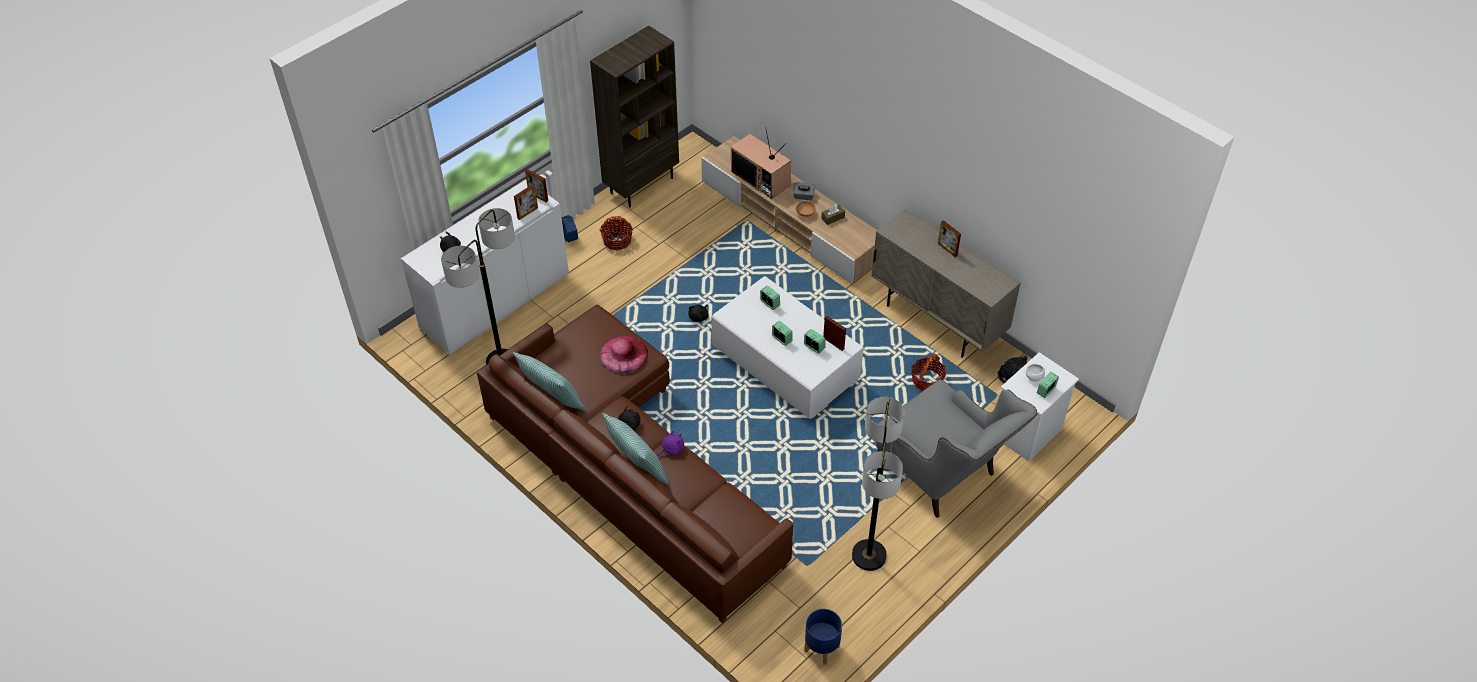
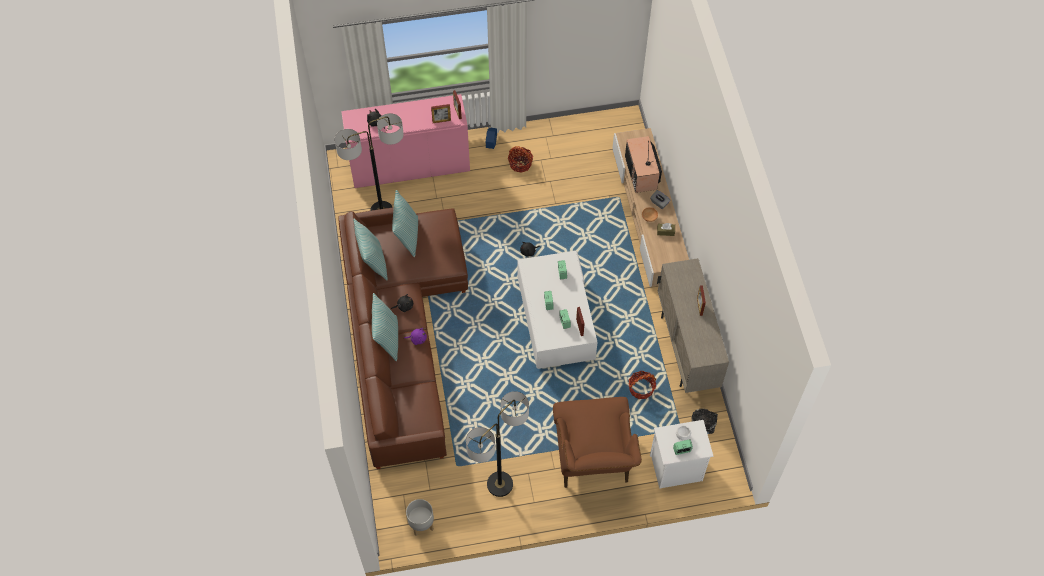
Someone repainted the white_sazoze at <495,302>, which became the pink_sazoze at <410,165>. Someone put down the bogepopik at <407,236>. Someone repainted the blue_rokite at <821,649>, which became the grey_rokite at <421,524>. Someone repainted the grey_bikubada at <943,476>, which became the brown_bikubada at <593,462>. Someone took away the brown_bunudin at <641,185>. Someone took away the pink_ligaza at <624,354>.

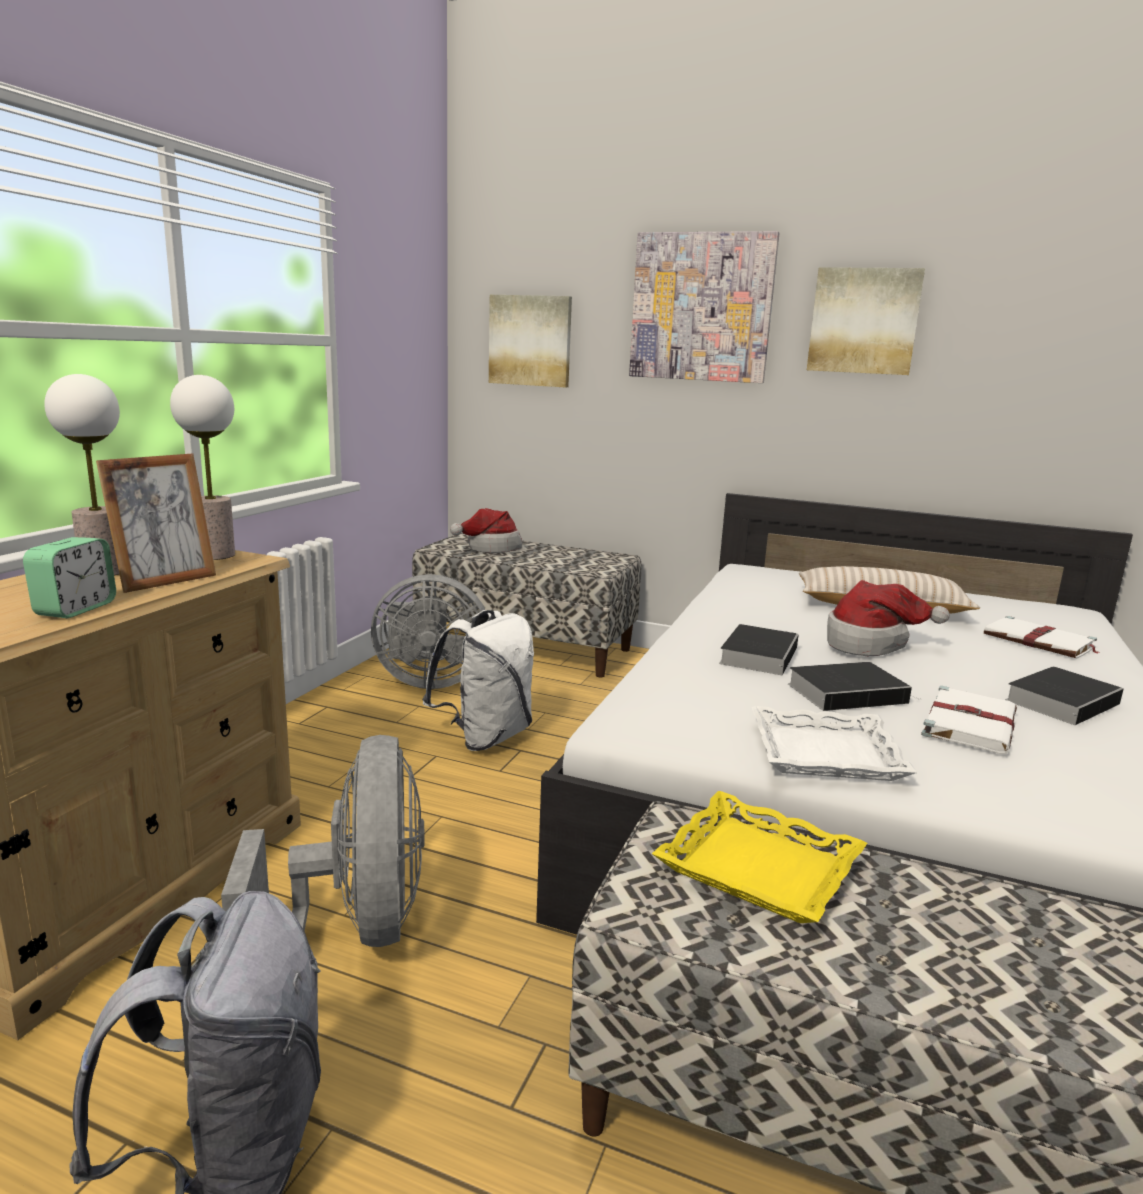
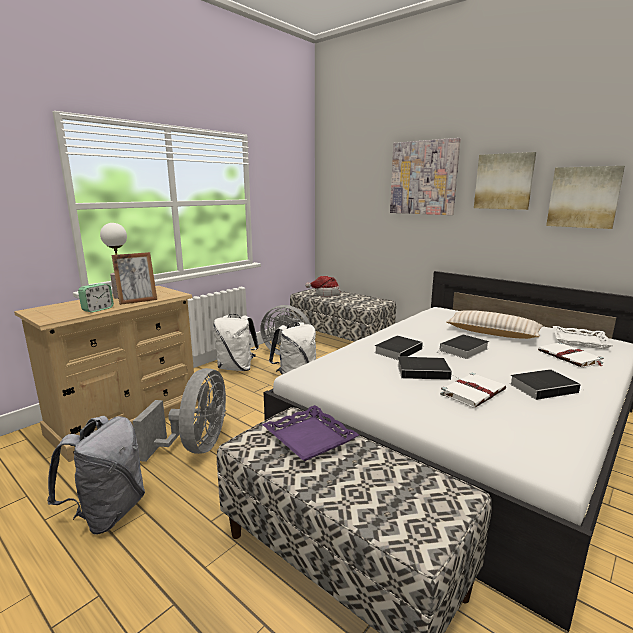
Someone put down the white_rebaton at <237,368>. Someone repainted the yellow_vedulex at <758,868>, which became the purple_vedulex at <309,438>. Someone swapped the ligaza at <870,643> for the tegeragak at <463,350>. Someone carried the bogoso from <530,341> to <583,197>. Someone carried the white_vedulex from <825,754> to <579,341>. Someone took away the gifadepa at <215,555>.

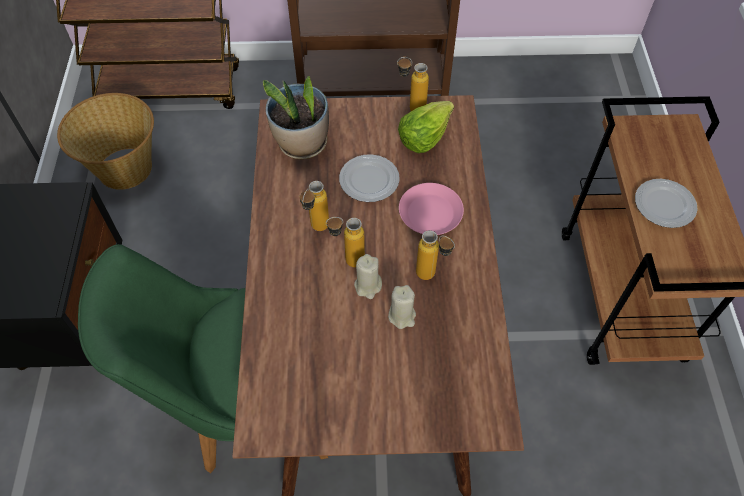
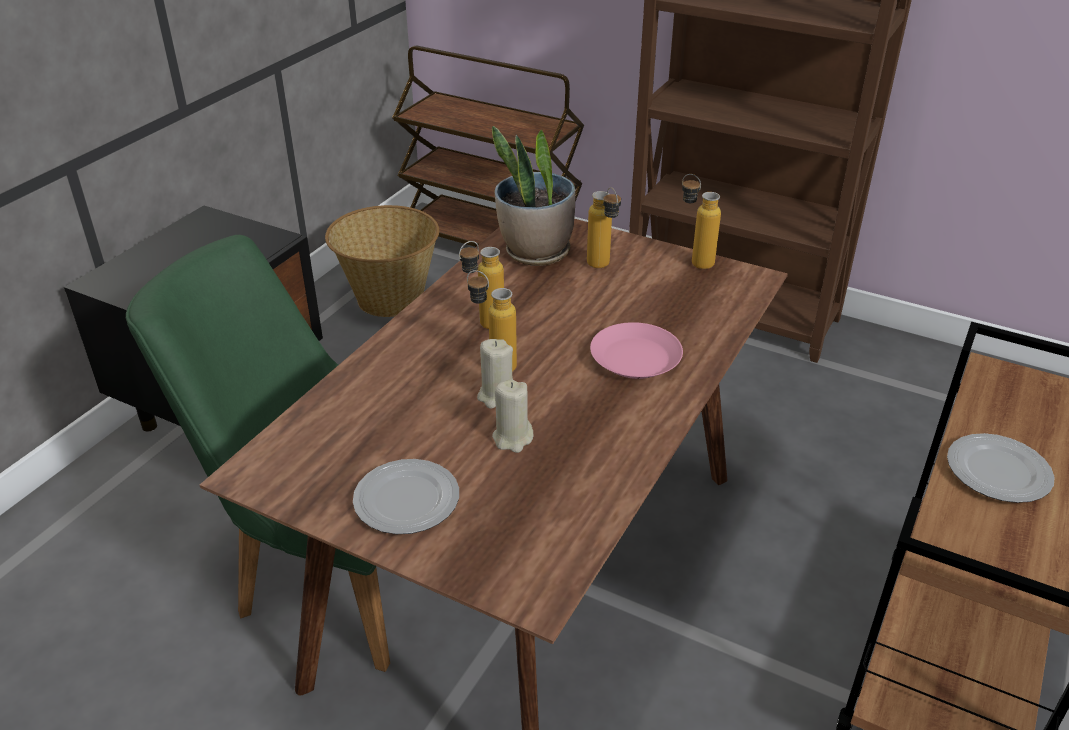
Someone carried the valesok from <370,180> to <408,501>. Someone carried the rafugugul from <432,276> to <602,268>. Someone took away the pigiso at <424,136>.

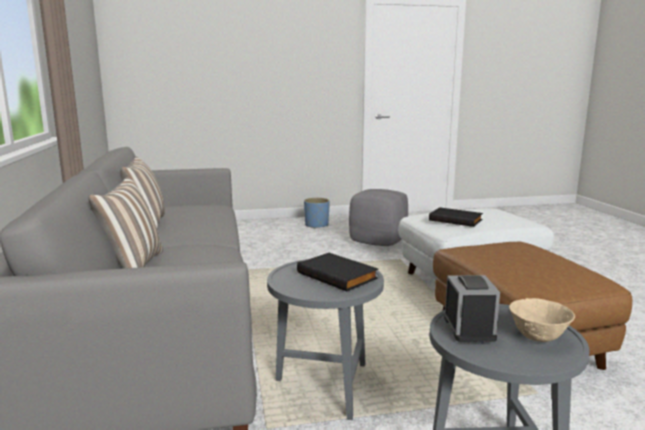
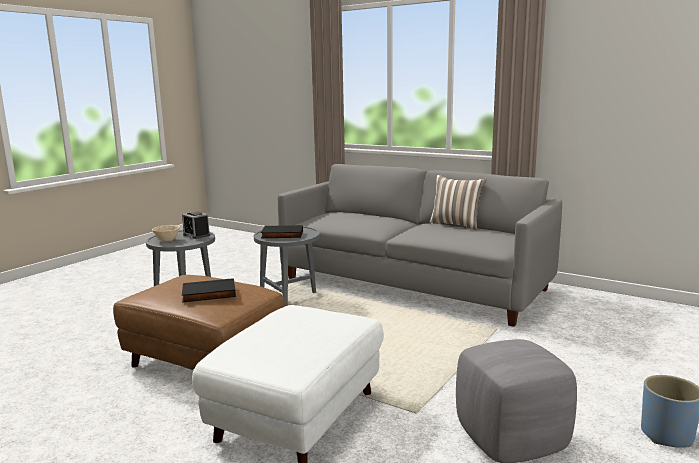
Someone carried the black_tegeragak from <456,220> to <208,294>. Someone took away the bogepopik at <132,267>.

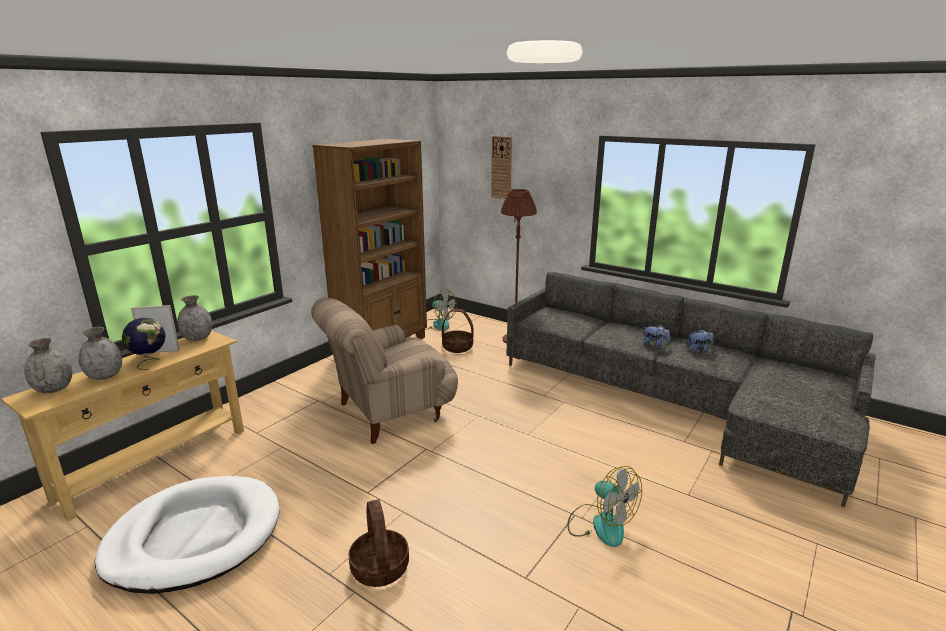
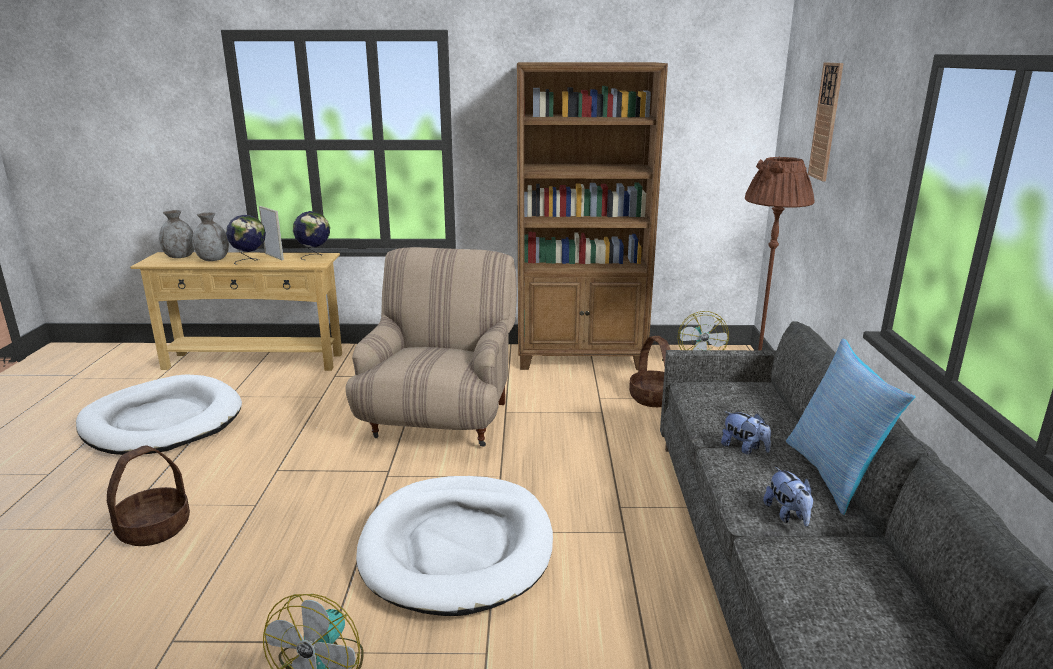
Someone swapped the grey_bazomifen at <197,338> for the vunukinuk at <314,256>. Someone rotated the beige_bikubada at <389,413> by 75 degrees clockwise. Someone put down the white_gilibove at <457,548>. Someone carried the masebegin from <698,350> to <744,449>. Someone put down the bogepopik at <834,475>.

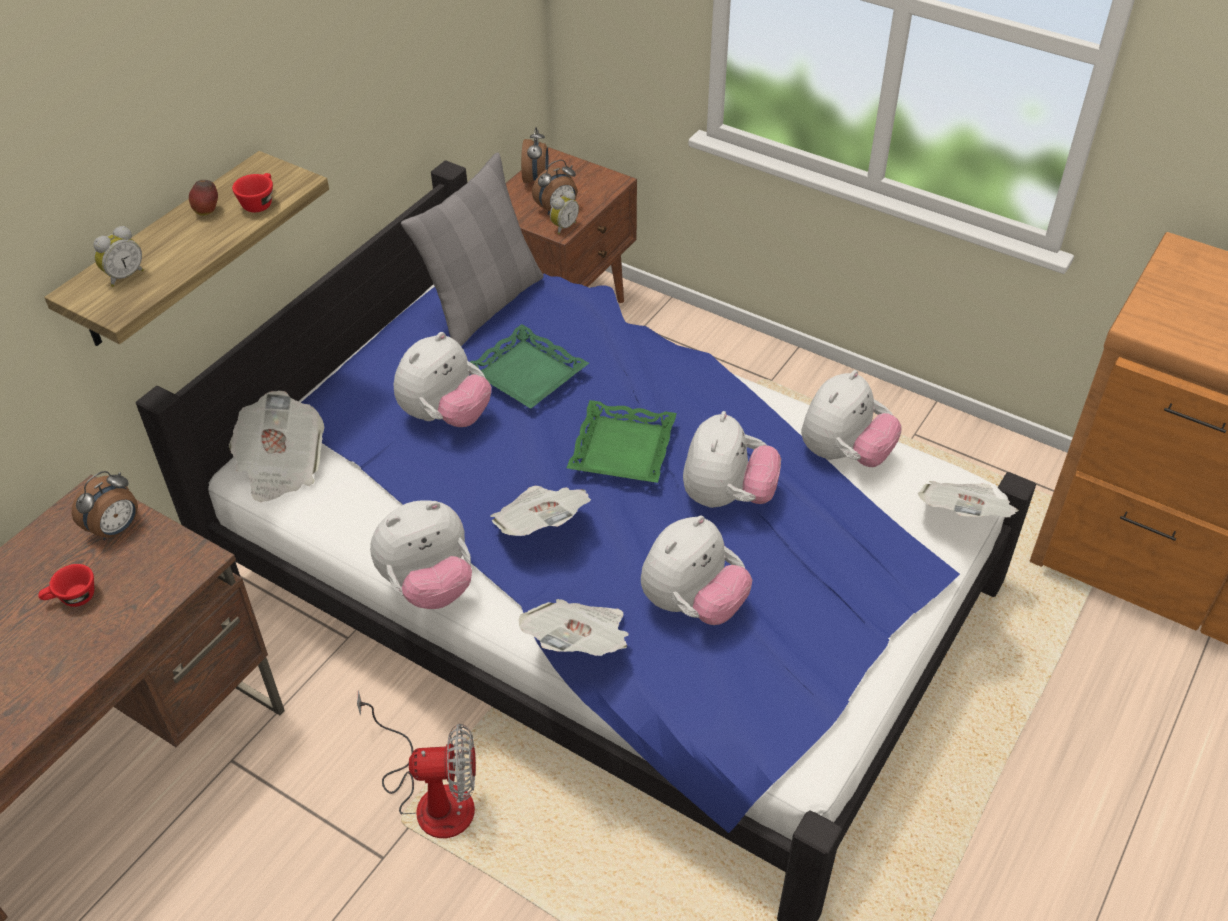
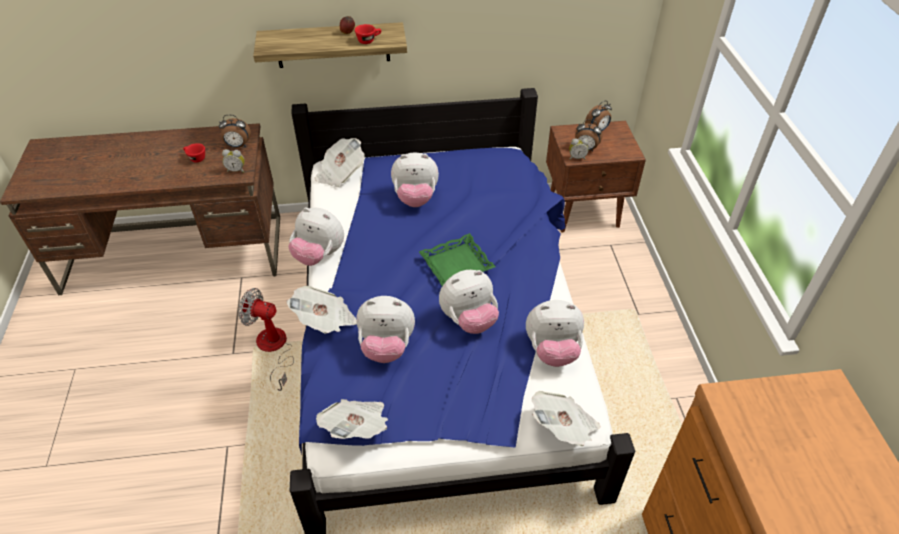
Someone carried the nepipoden from <124,276> to <236,170>. Someone rotated the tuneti at <432,797> by 150 degrees clockwise. Someone carried the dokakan from <540,526> to <357,427>. Someone took away the grey_bogepopik at <484,305>. Someone took away the green_vedulex at <527,373>.

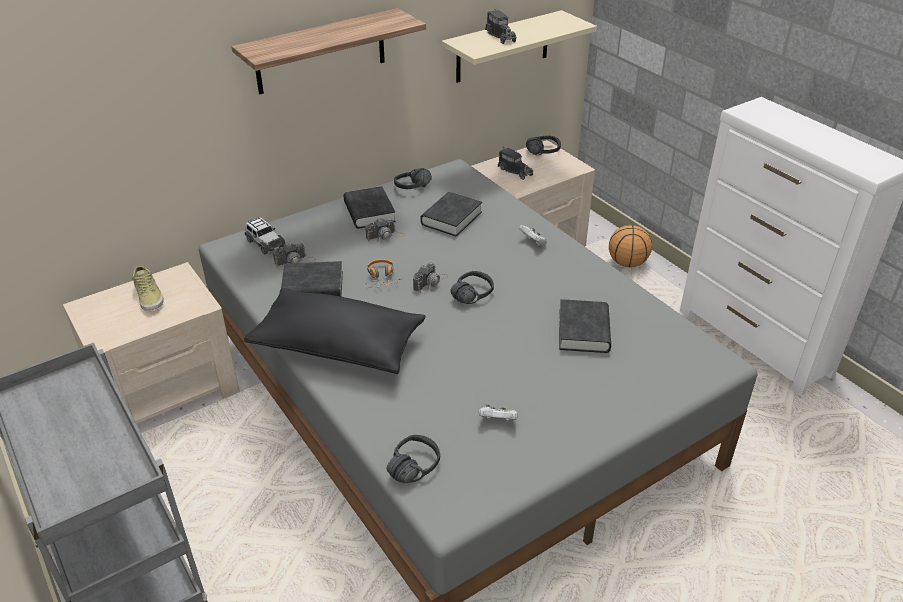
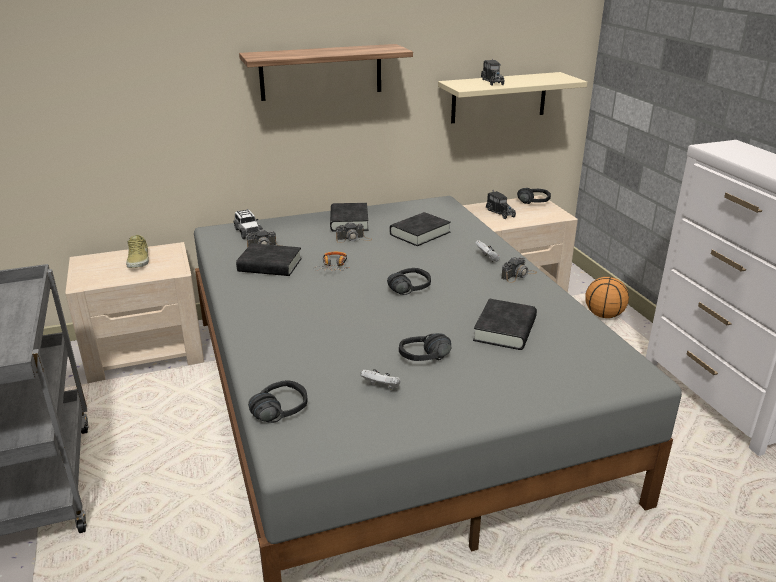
Someone carried the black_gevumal from <416,189> to <427,361>. Someone carried the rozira from <430,282> to <518,275>. Someone took away the black_bogepopik at <338,346>.

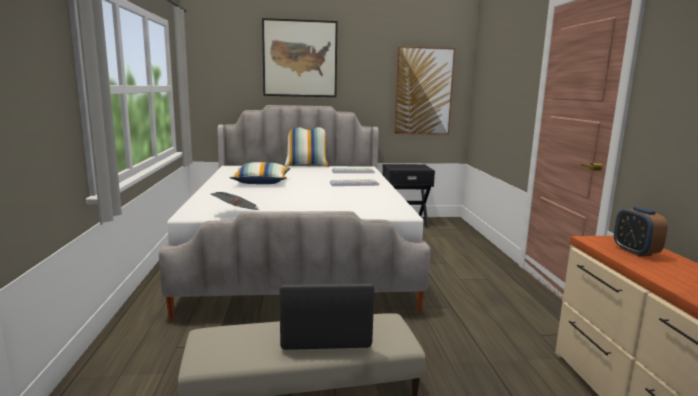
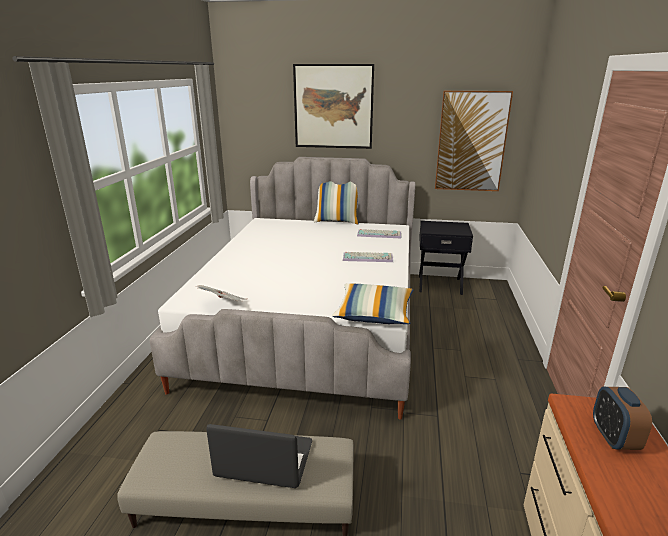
Someone carried the bogepopik from <261,182> to <374,314>.

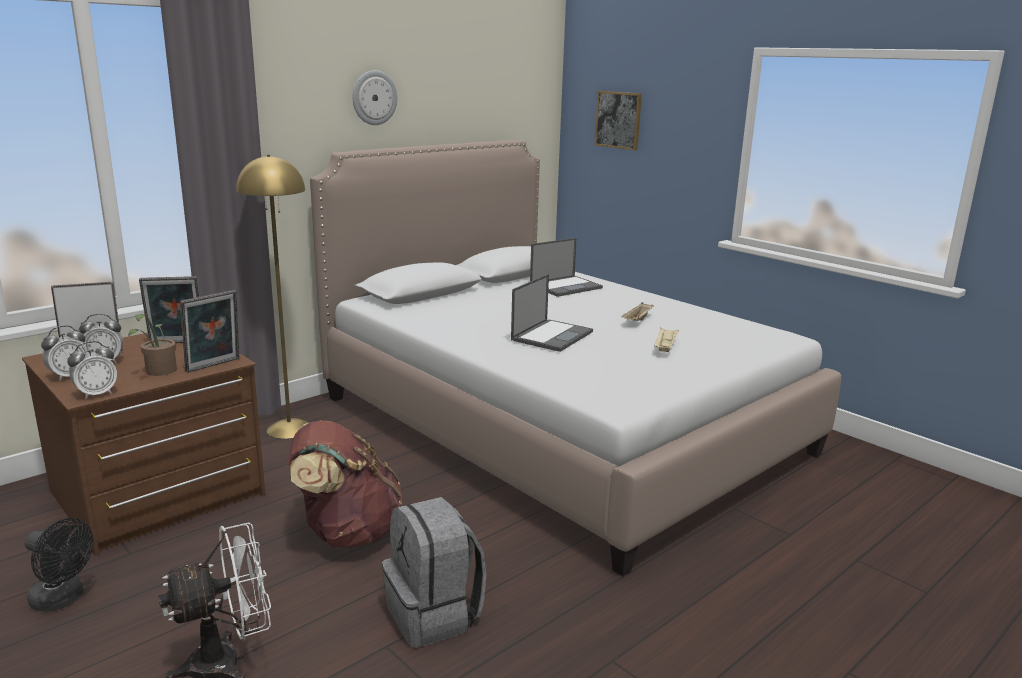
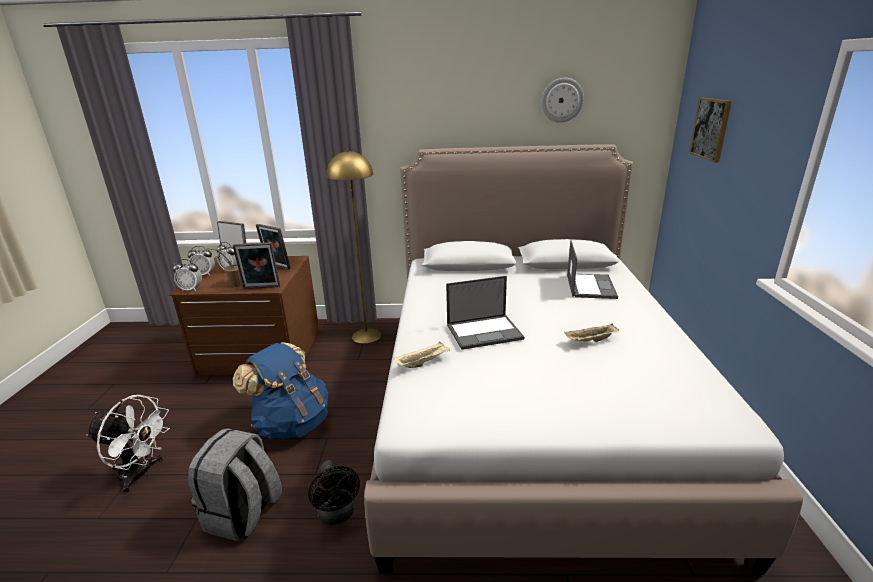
Someone repainted the brown_rebaton at <347,533>, which became the blue_rebaton at <292,423>. Someone carried the black_tuneti from <63,599> to <337,515>. Someone carried the beige_vedulex from <665,348> to <423,362>. Someone carried the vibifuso from <374,97> to <562,100>. Someone rotated the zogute at <566,286> by 90 degrees counterclockwise.

